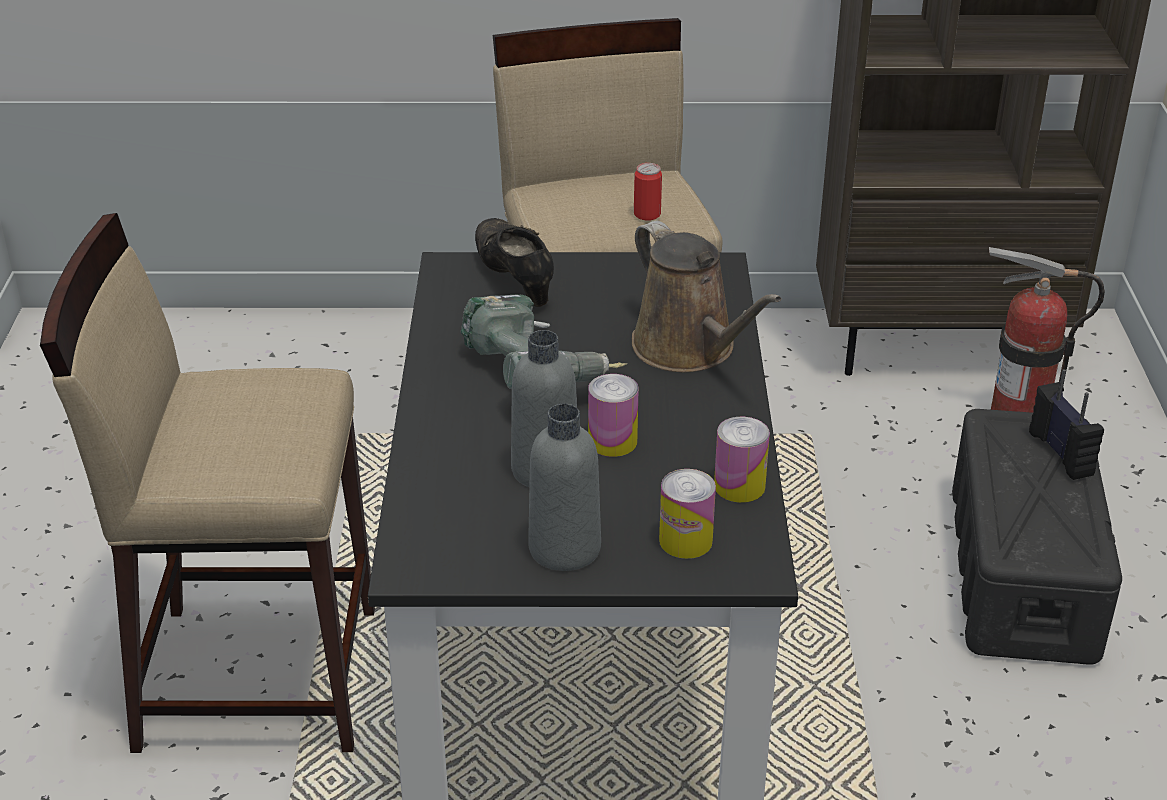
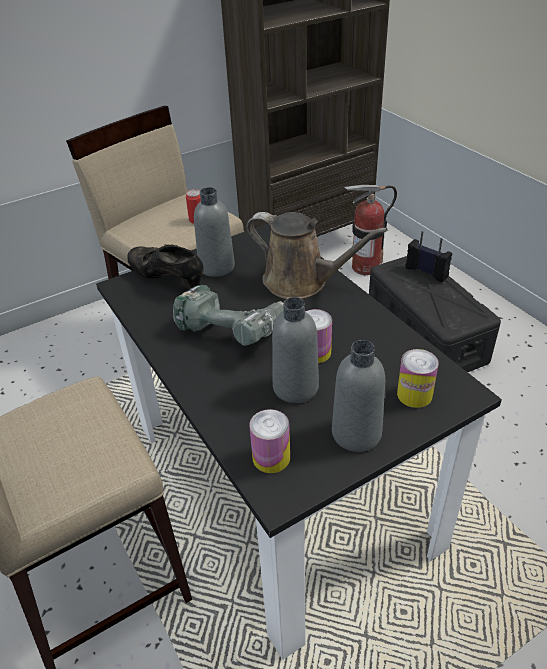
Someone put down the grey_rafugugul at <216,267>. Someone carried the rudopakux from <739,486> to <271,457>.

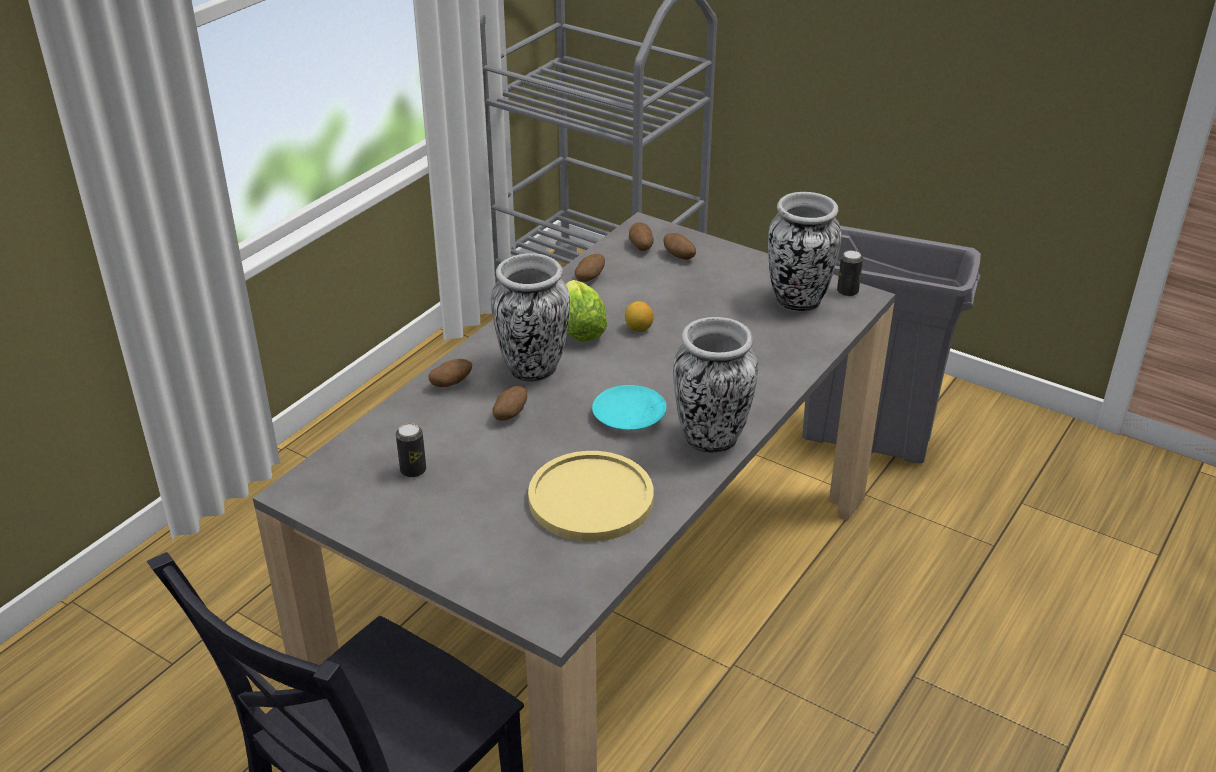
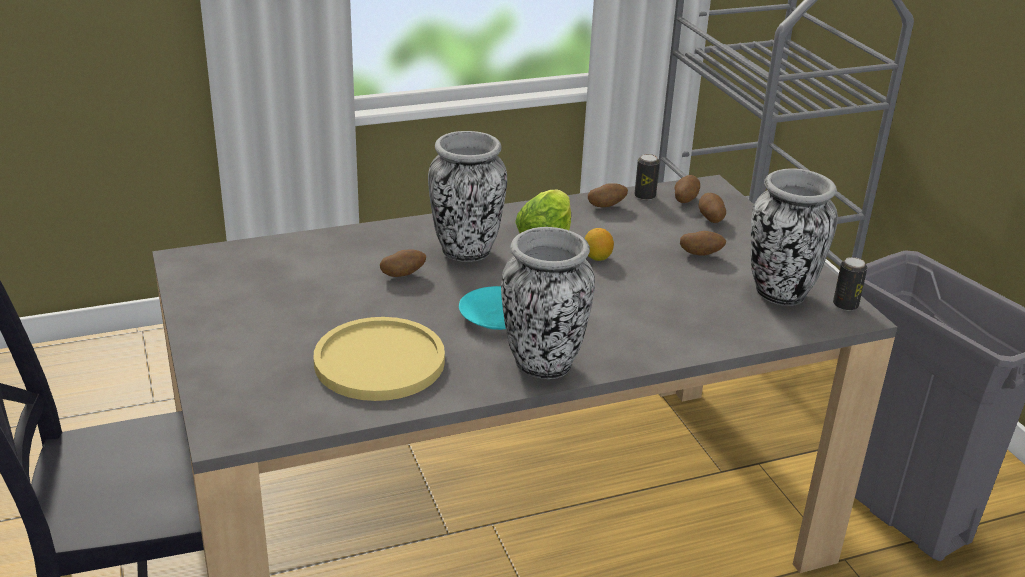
Someone carried the rudopakux from <413,470> to <645,196>. Someone carried the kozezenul from <451,384> to <701,254>.

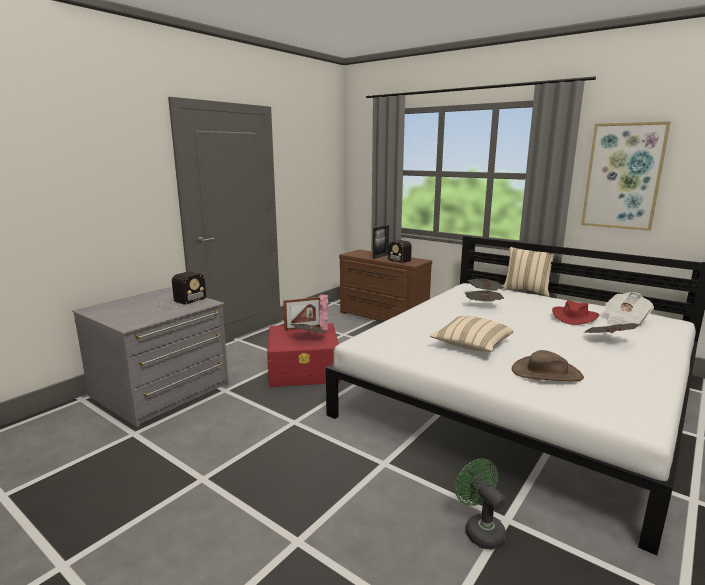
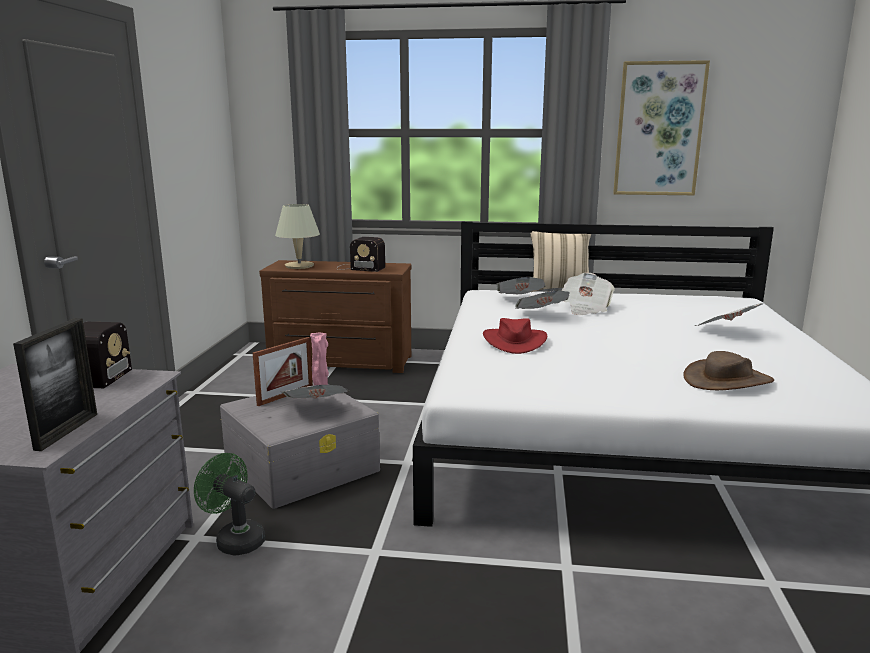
Someone carried the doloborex from <380,256> to <67,431>. Someone carried the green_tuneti from <480,530> to <235,539>. Someone repainted the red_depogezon at <304,369>, which became the grey_depogezon at <303,465>. Someone put down the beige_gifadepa at <299,266>. Someone carried the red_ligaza from <574,317> to <514,341>. Someone carried the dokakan from <624,320> to <585,308>. Someone took away the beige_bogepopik at <471,346>.

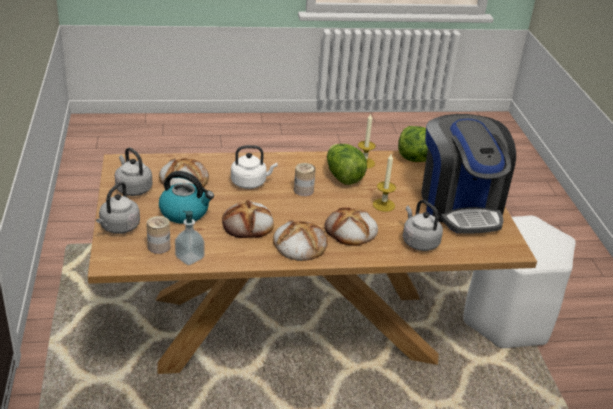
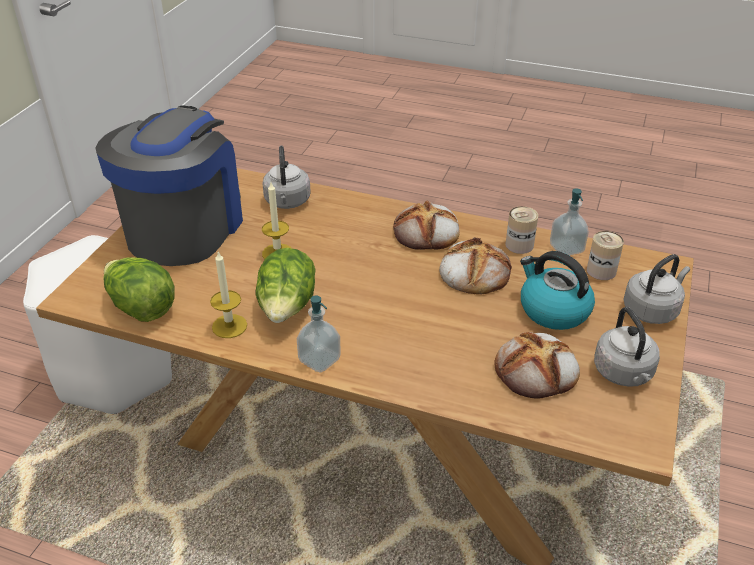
Someone put down the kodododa at <319,360>. Someone carried the rudopakux from <303,190> to <519,245>. Someone took away the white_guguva at <250,183>. Someone took away the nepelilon at <350,231>.

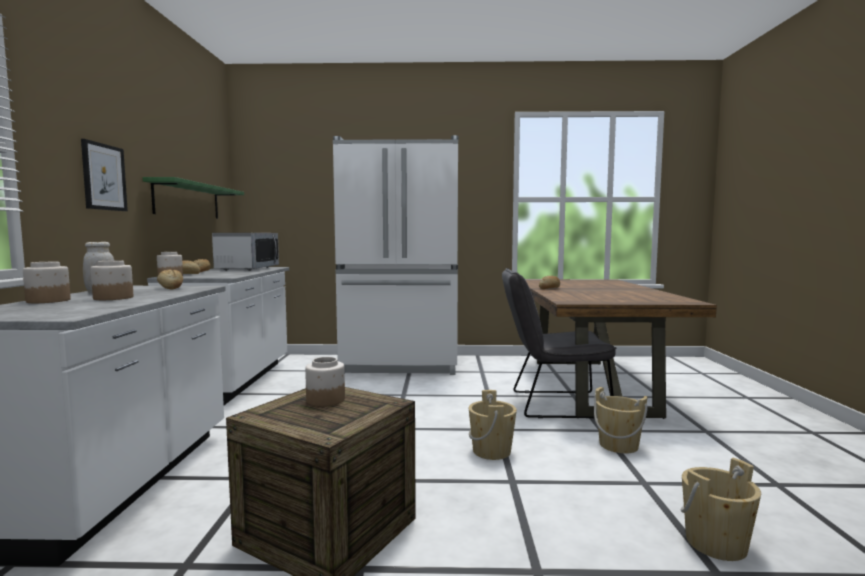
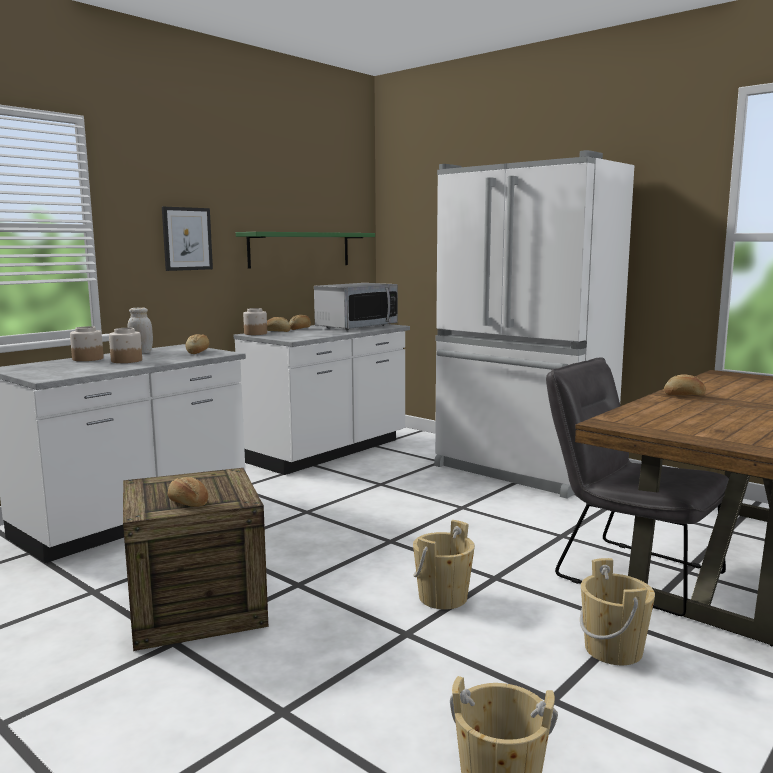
Someone put down the nepelilon at <187,503>. Someone took away the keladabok at <325,400>.

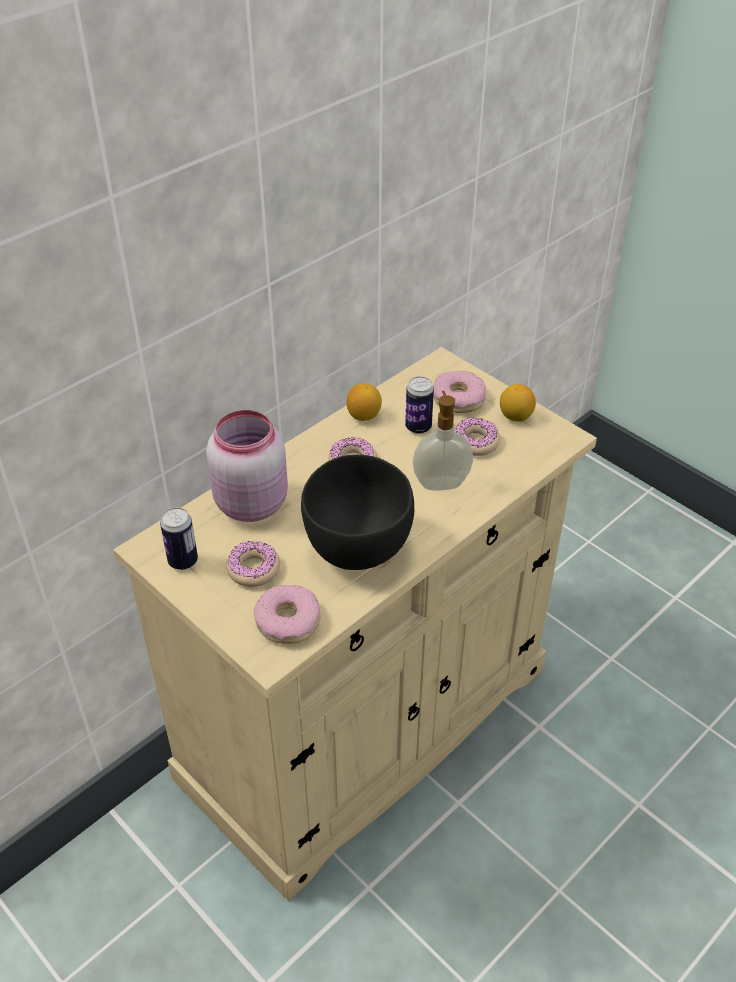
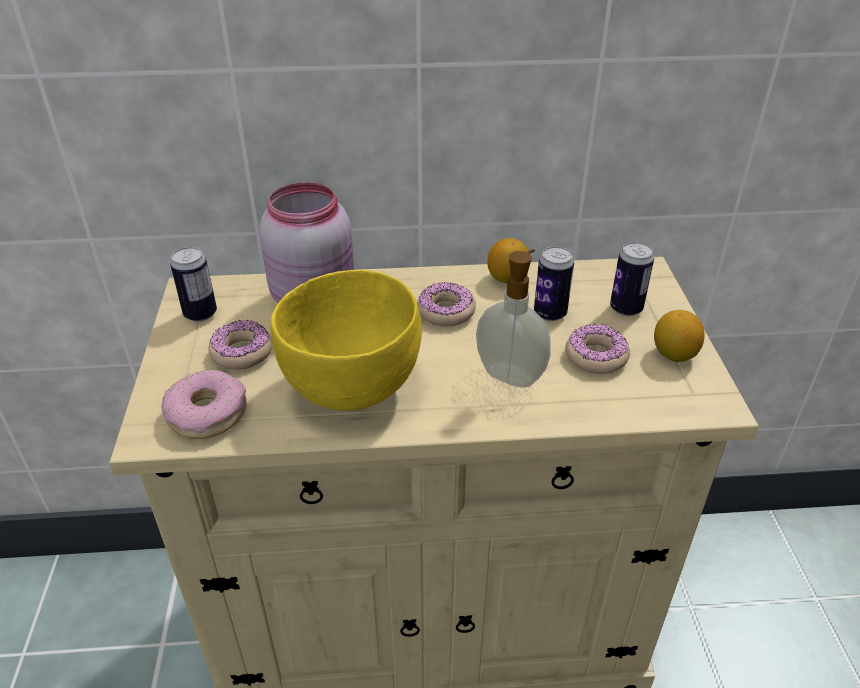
Someone repainted the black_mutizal at <358,547>, which became the yellow_mutizal at <353,387>. Someone swapped the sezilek at <458,399> for the rudopakux at <626,309>.

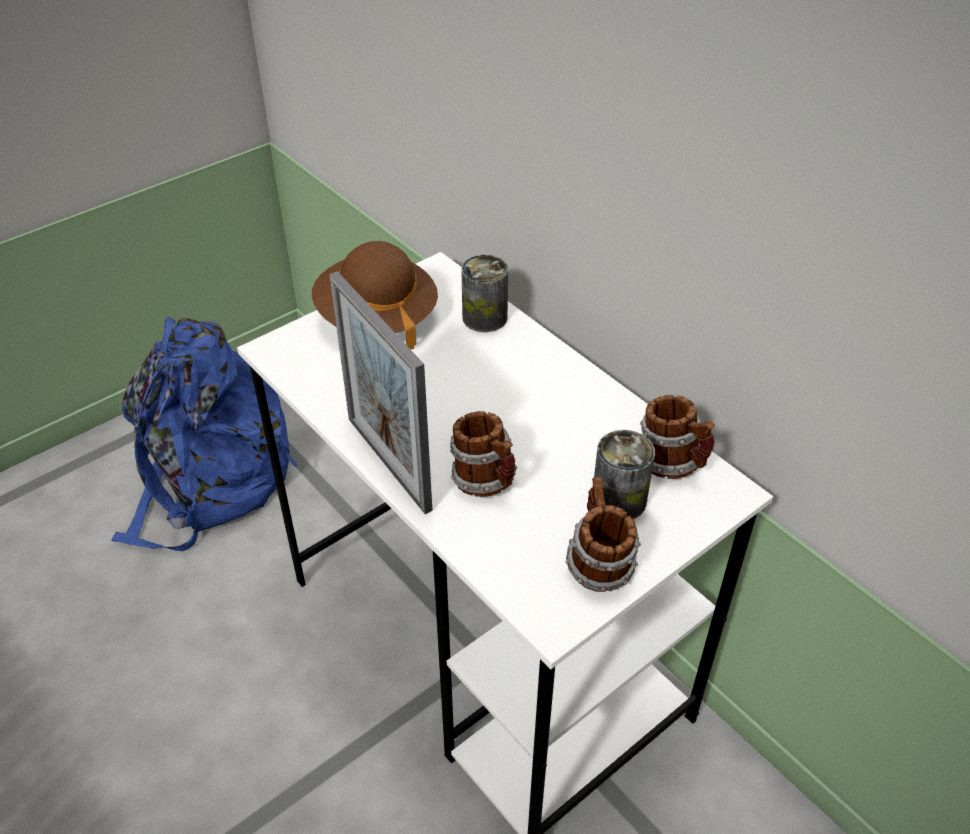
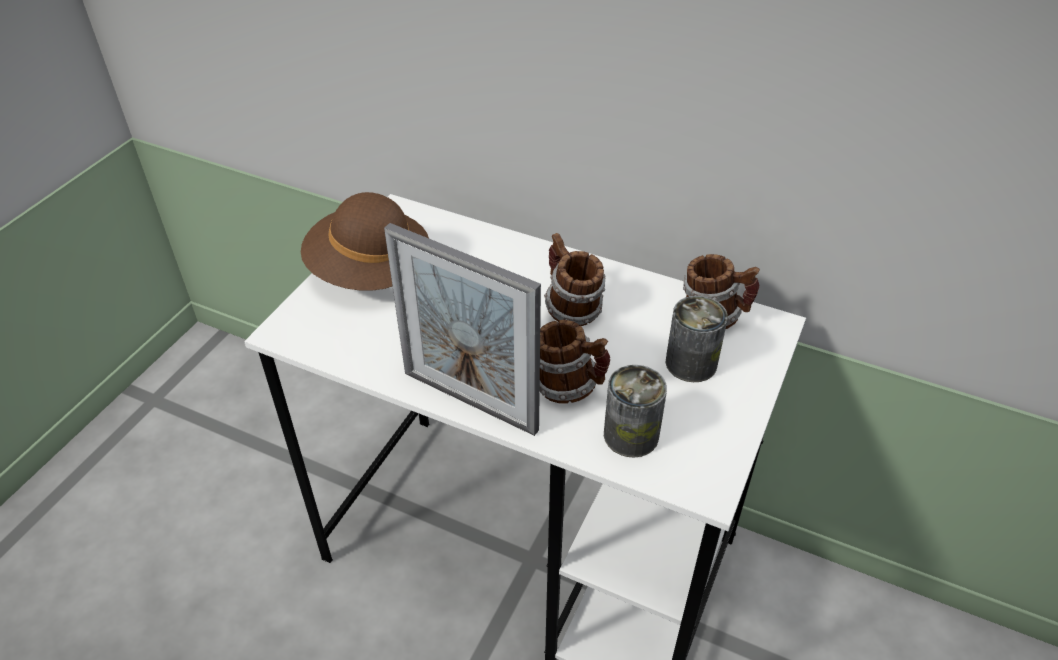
Someone carried the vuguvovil from <598,564> to <570,308>. Someone carried the rudopakux from <485,317> to <631,435>. Someone took away the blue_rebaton at <209,478>.

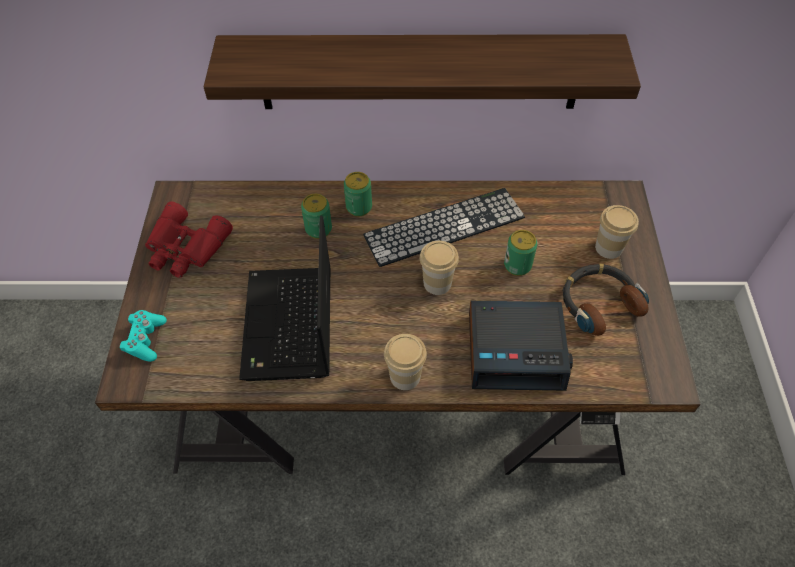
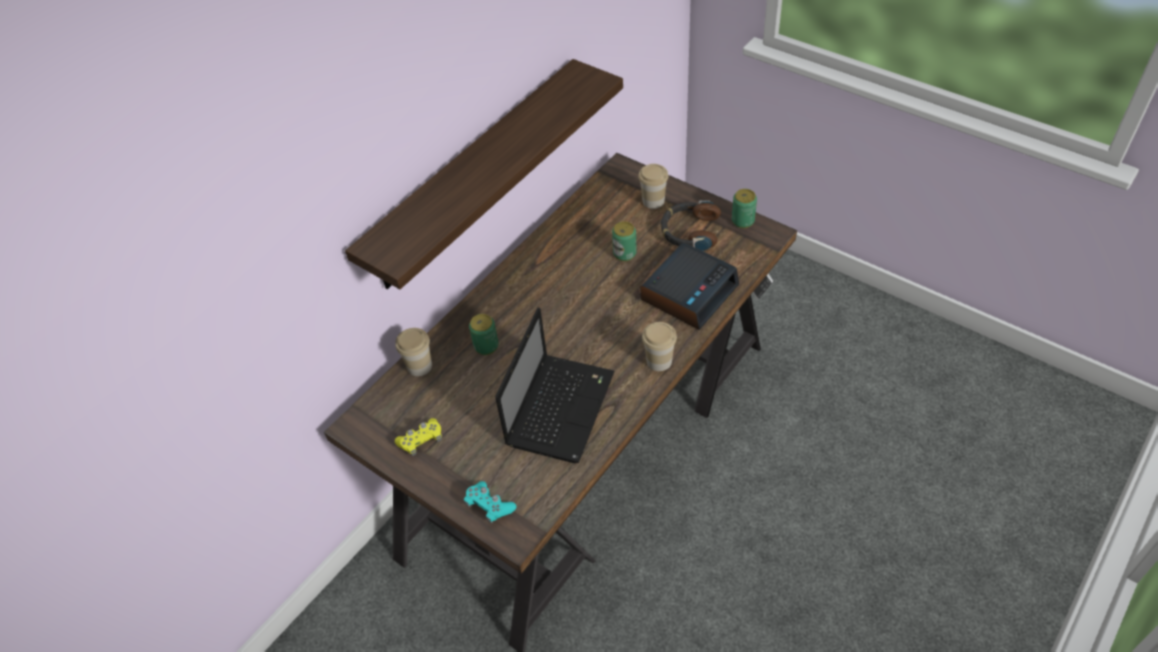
Someone carried the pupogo from <437,283> to <419,366>. Someone swapped the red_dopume at <185,248> for the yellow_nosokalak at <421,441>. Someone rotated the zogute at <290,327> by 105 degrees counterclockwise. Someone carried the rudopakux from <359,207> to <743,221>. Someone took away the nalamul at <444,226>.

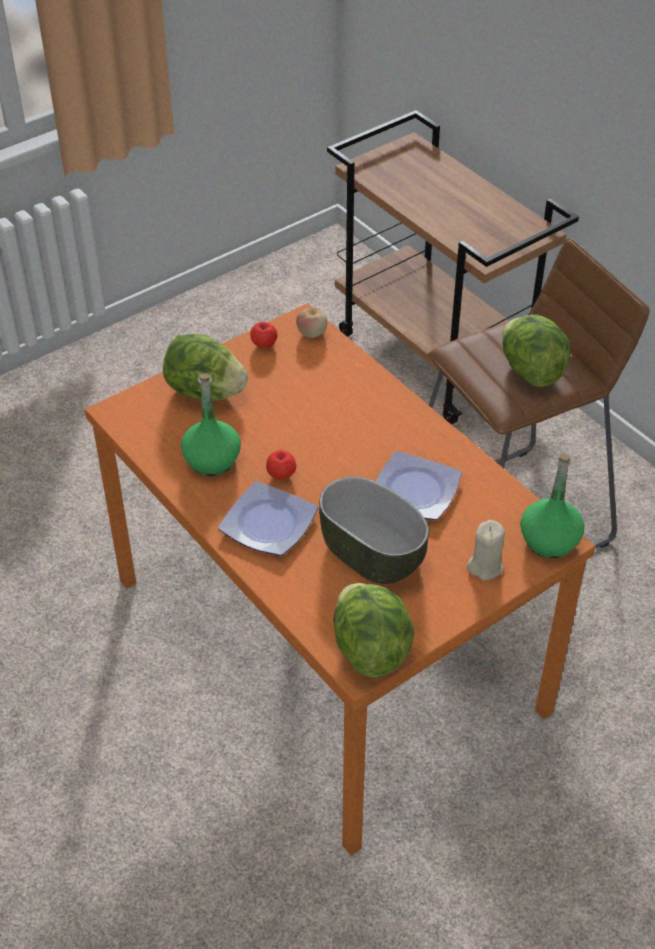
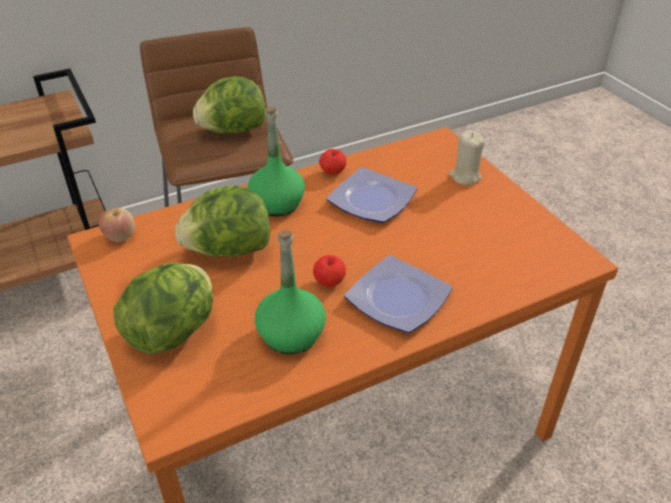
Someone carried the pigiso from <369,648> to <228,250>. Someone carried the green_rafugugul from <549,540> to <277,204>. Someone carried the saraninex from <264,345> to <332,172>. Someone took away the mutizal at <371,553>.

